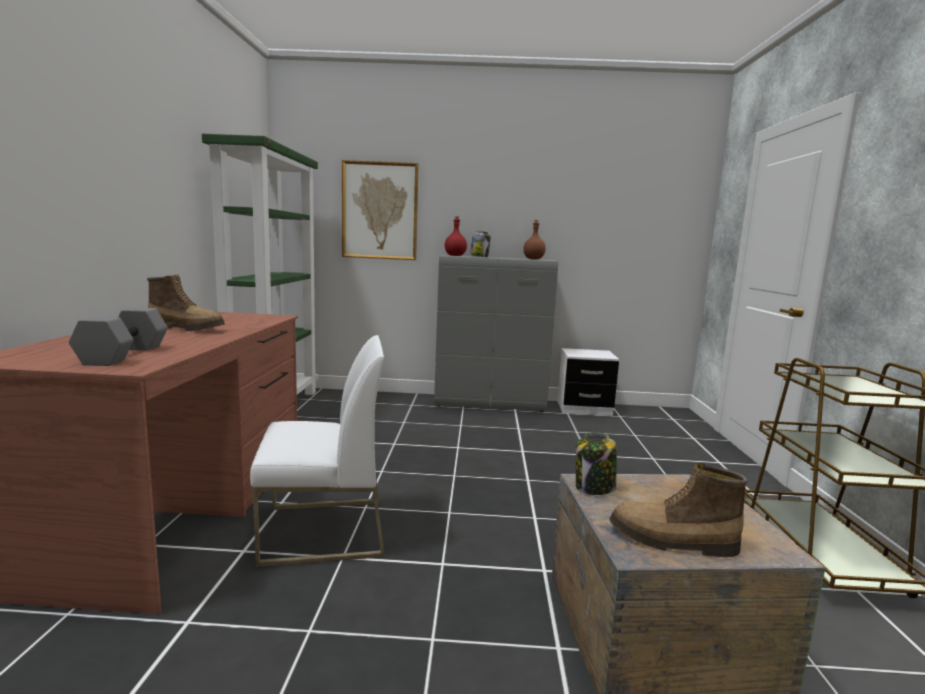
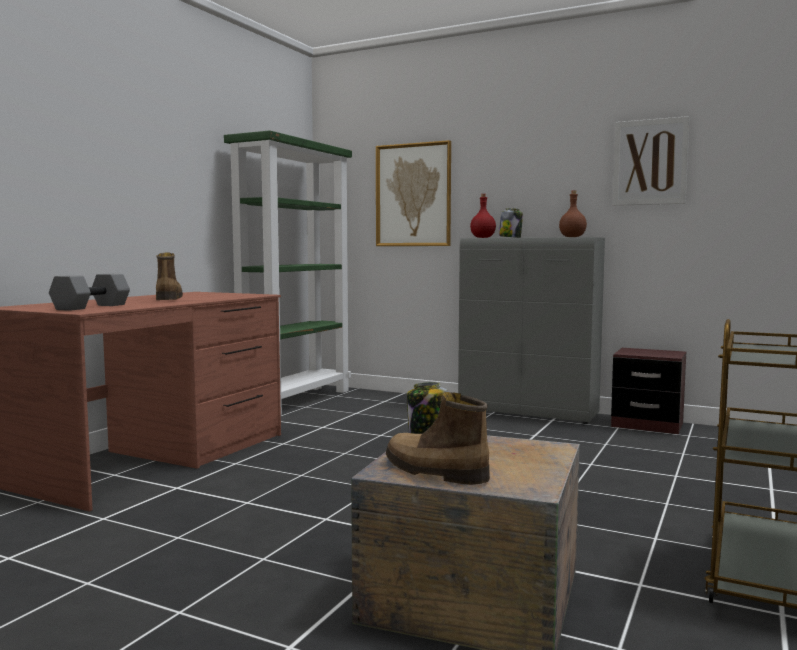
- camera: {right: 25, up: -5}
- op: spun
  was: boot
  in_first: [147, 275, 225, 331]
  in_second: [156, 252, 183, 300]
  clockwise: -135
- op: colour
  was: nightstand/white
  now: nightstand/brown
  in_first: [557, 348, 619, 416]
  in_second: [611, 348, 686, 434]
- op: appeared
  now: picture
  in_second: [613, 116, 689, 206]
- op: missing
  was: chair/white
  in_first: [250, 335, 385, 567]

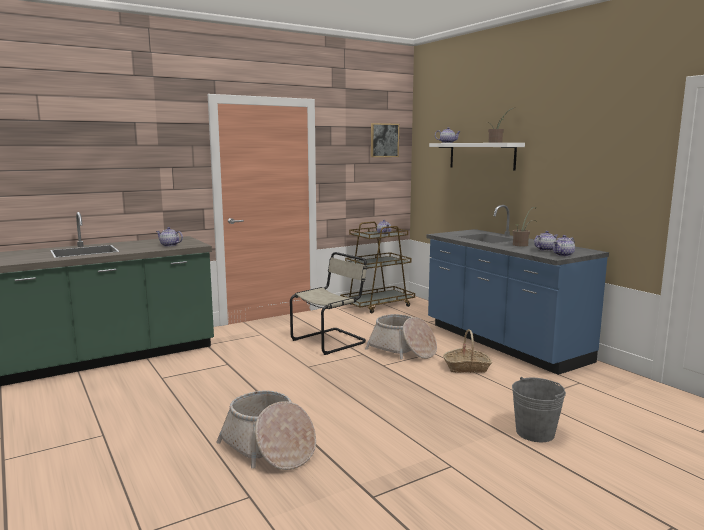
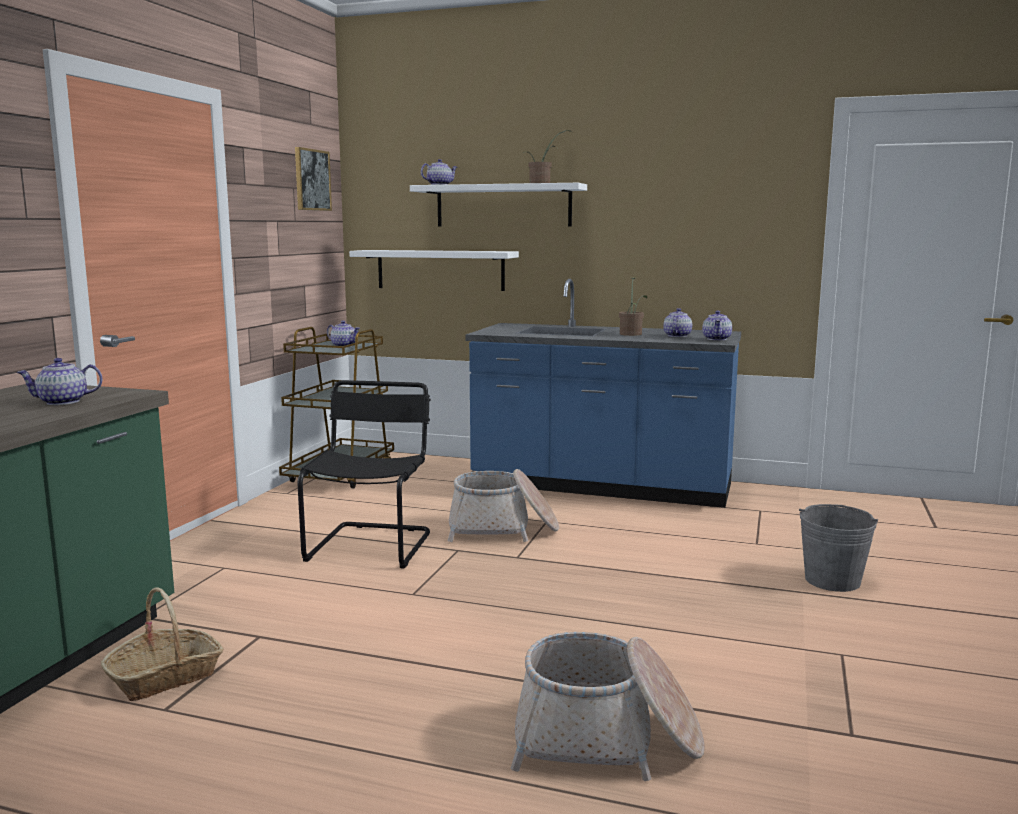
- camera: {right: -40, up: 0}
- op: relocated
  was: basket
  in_first: [443, 329, 492, 373]
  in_second: [101, 587, 224, 701]
- op: colour
  was: chair/beige
  now: chair/black
  in_first: [290, 252, 367, 355]
  in_second: [298, 380, 431, 568]
- op: appeared
  now: shelf/white
  in_second: [349, 250, 519, 291]

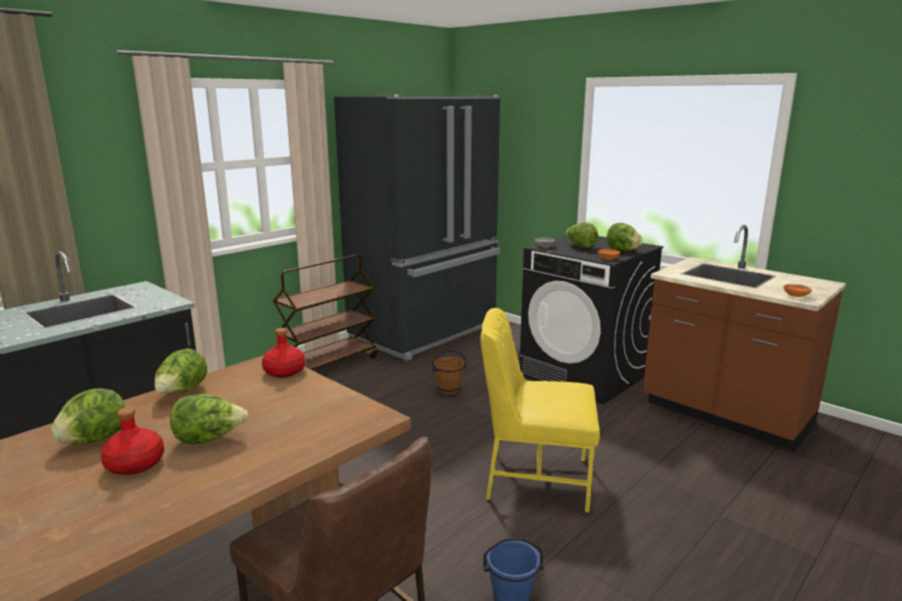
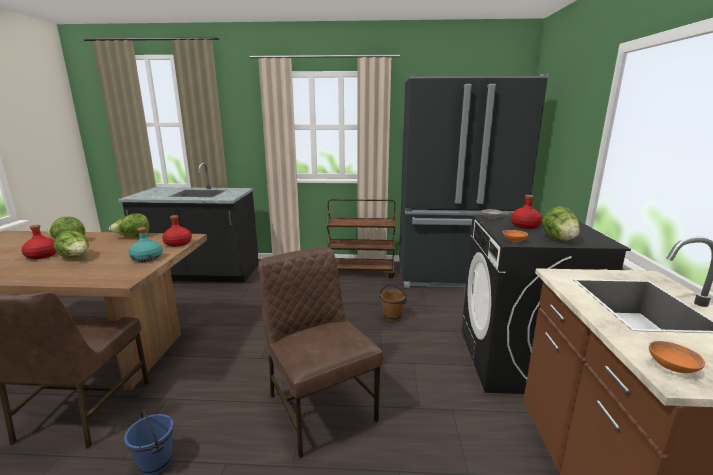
- camera: {right: 50, up: 0}
- op: appeared
  now: bottle/turquoise
  in_second: [129, 227, 163, 262]
- op: colour
  was: chair/yellow
  now: chair/brown
  in_first: [480, 308, 600, 513]
  in_second: [259, 247, 383, 458]
- op: exchanged
  was: lettuce
  now: bottle/red
  in_first: [566, 222, 598, 248]
  in_second: [511, 195, 542, 229]

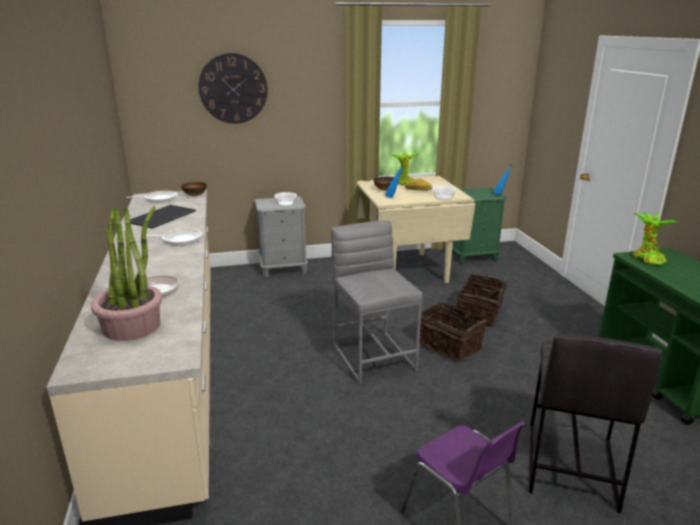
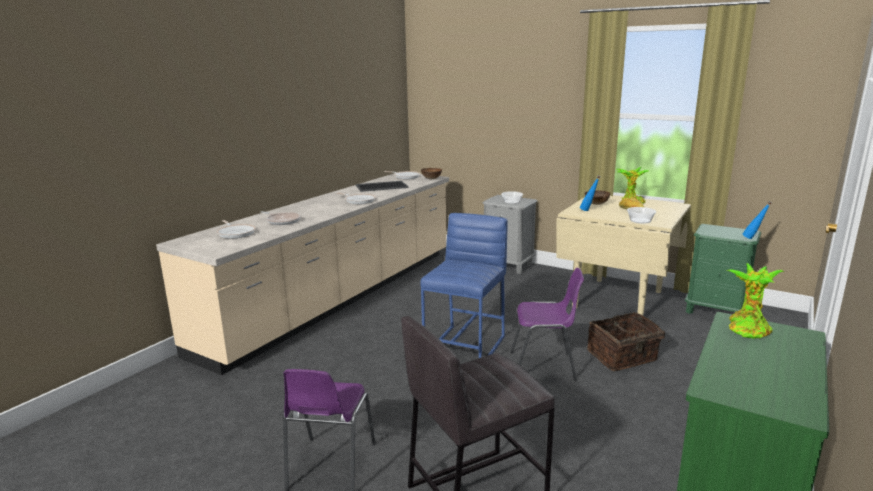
- camera: {right: 45, up: -5}
- op: exchanged
  was: potted plant
  now: frying pan
  in_first: [91, 206, 162, 341]
  in_second: [217, 220, 256, 239]
- op: colour
  was: stool/grey
  now: stool/blue
  in_first: [331, 221, 423, 385]
  in_second: [420, 213, 508, 358]
- op: exchanged
  was: basket
  now: chair/purple
  in_first: [419, 303, 487, 361]
  in_second: [510, 268, 584, 381]
- op: missing
  was: wall clock
  in_first: [198, 53, 268, 124]

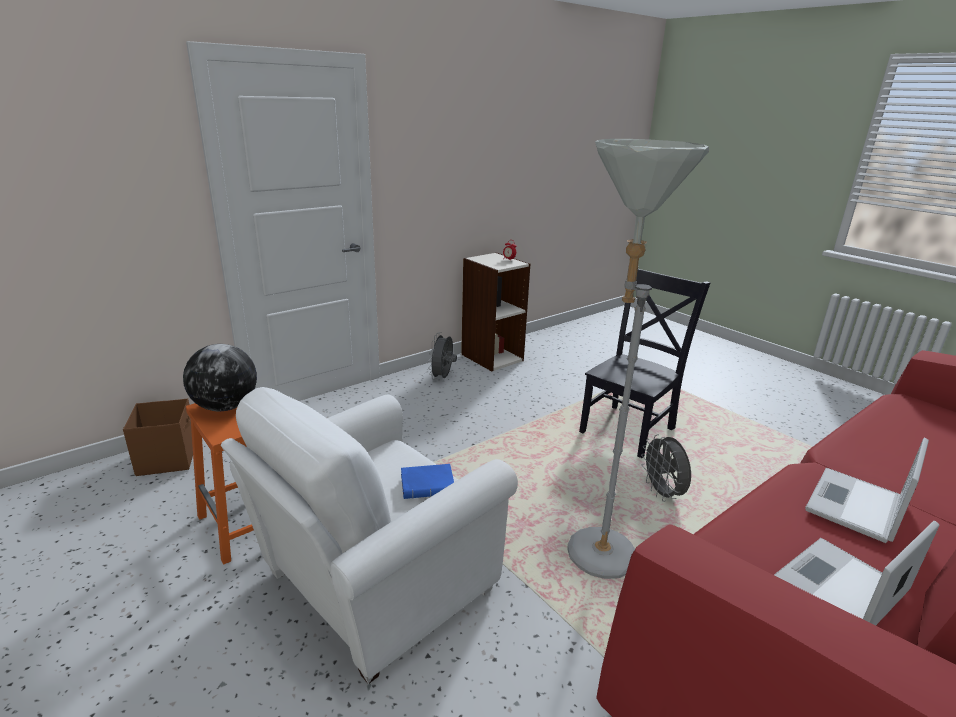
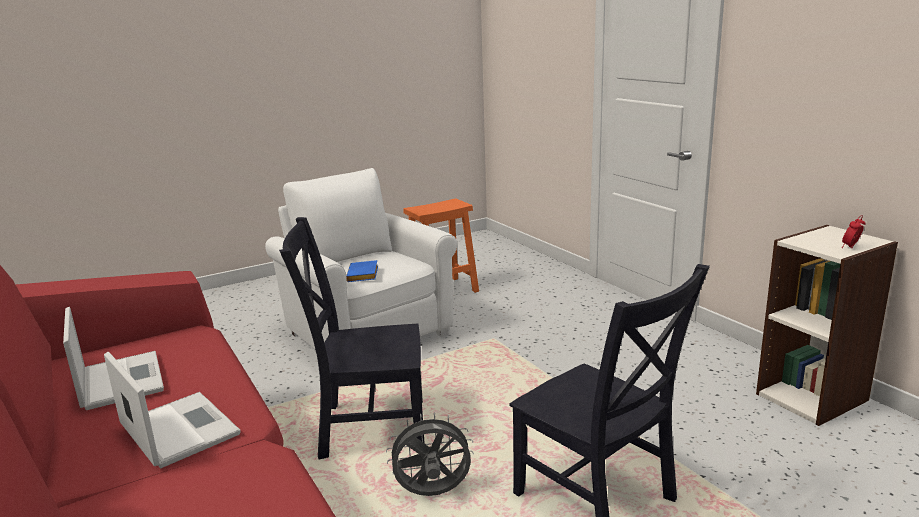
- camera: {right: 100, up: -5}
- op: exchanged
  was: floor lamp/grey
  now: chair/black
  in_first: [567, 139, 709, 579]
  in_second: [279, 217, 425, 459]
- op: missing
  was: storage box/brown
  in_first: [123, 398, 193, 476]
- op: missing
  was: globe
  in_first: [183, 344, 257, 411]
- op: missing
  was: fan/grey
  in_first: [428, 332, 457, 380]

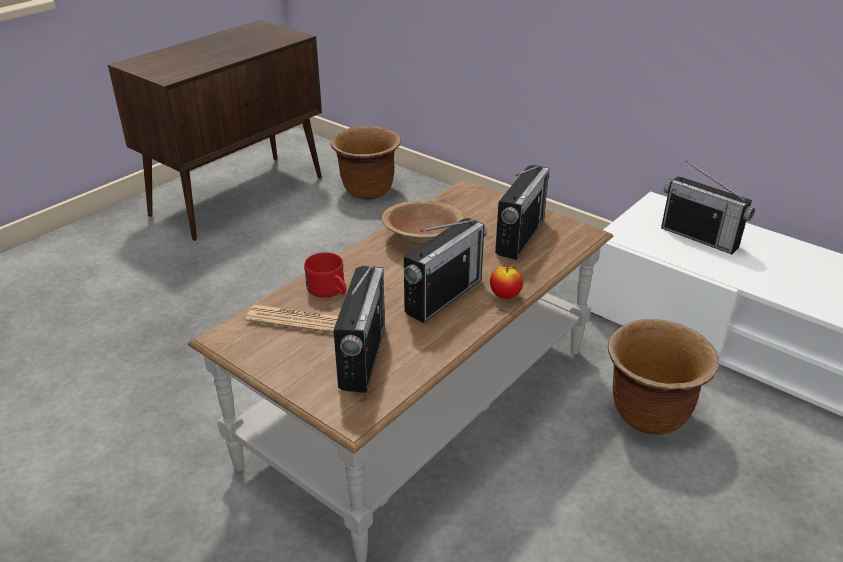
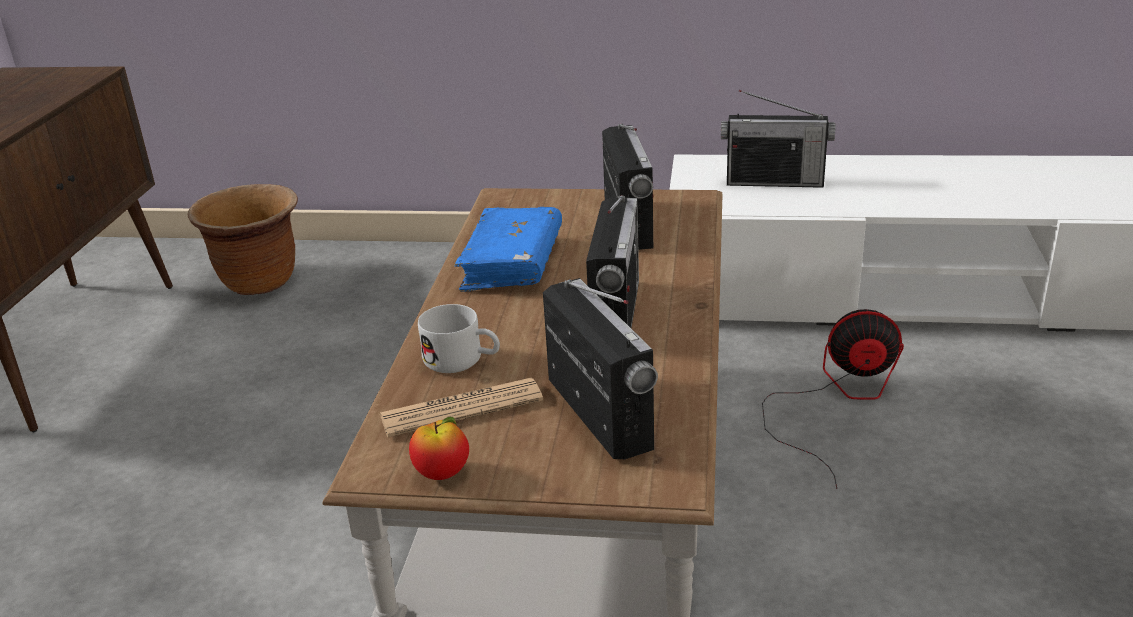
- camera: {right: -30, up: -5}
- op: relocated
  was: apple
  in_first: [490, 266, 523, 299]
  in_second: [409, 417, 469, 480]
- op: colour
  was: mug/red
  now: mug/white
  in_first: [304, 252, 346, 298]
  in_second: [418, 304, 500, 373]
- op: exchanged
  was: bowl/brown
  now: book/blue
  in_first: [382, 200, 465, 246]
  in_second: [455, 207, 562, 292]
- op: exchanged
  was: planter/brown
  now: fan
  in_first: [608, 319, 719, 435]
  in_second: [762, 309, 904, 489]

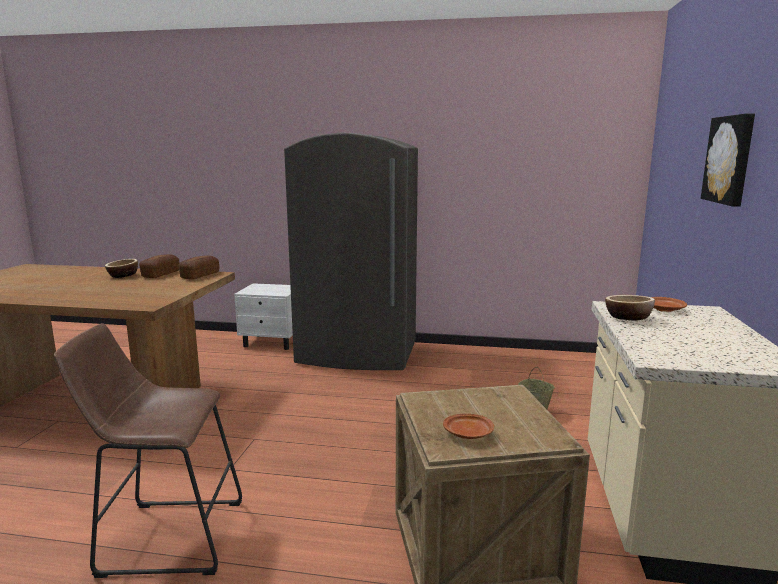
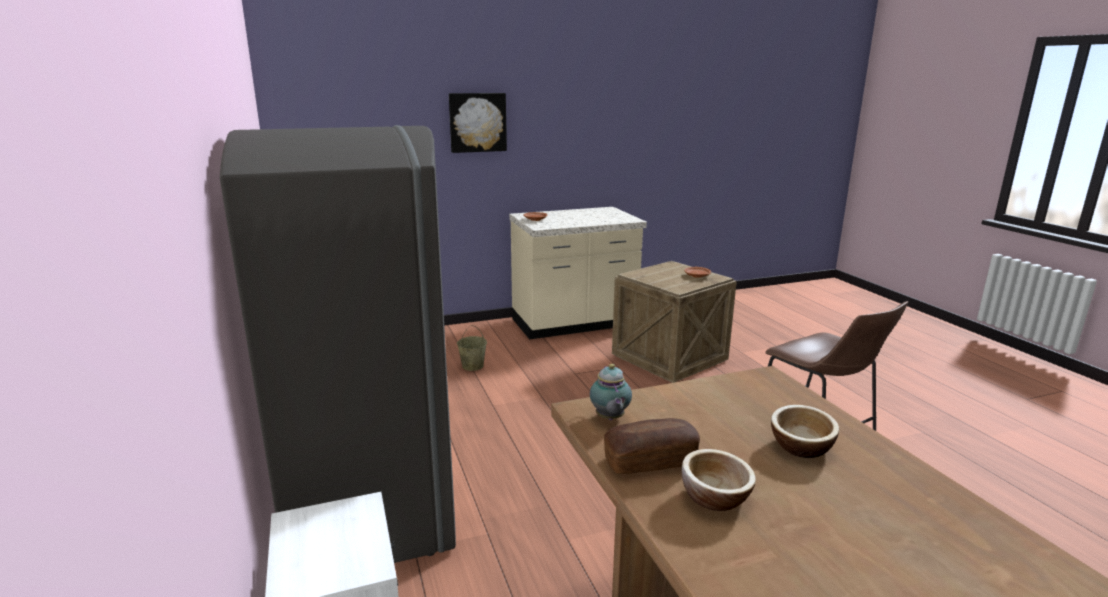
- camera: {right: -120, up: 5}
- op: exchanged
  was: bread
  now: teapot
  in_first: [178, 255, 219, 279]
  in_second: [590, 364, 632, 420]
- op: relocated
  was: bowl
  in_first: [605, 295, 655, 321]
  in_second: [771, 405, 839, 458]

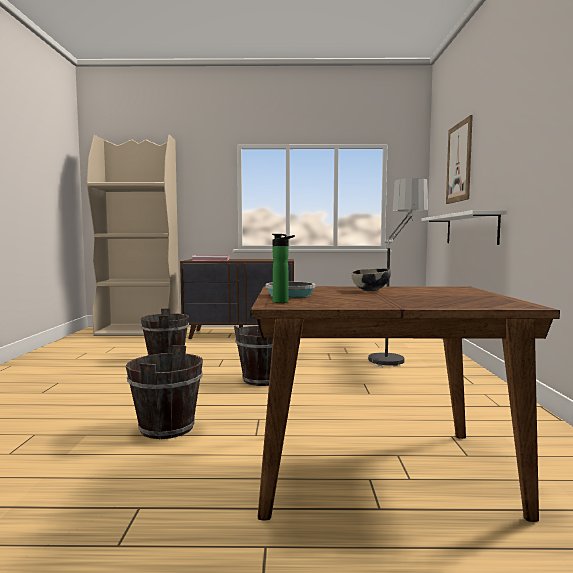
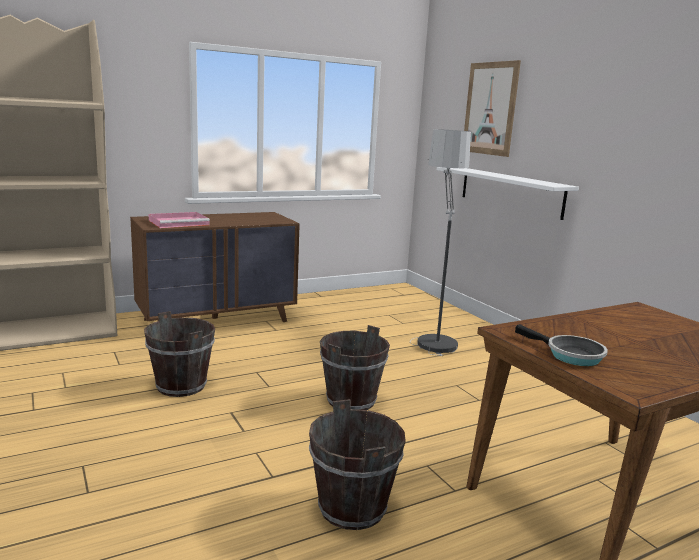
- camera: {right: -30, up: 10}
- op: missing
  was: bottle
  in_first: [272, 234, 295, 303]
- op: missing
  was: bowl
  in_first: [351, 268, 391, 291]

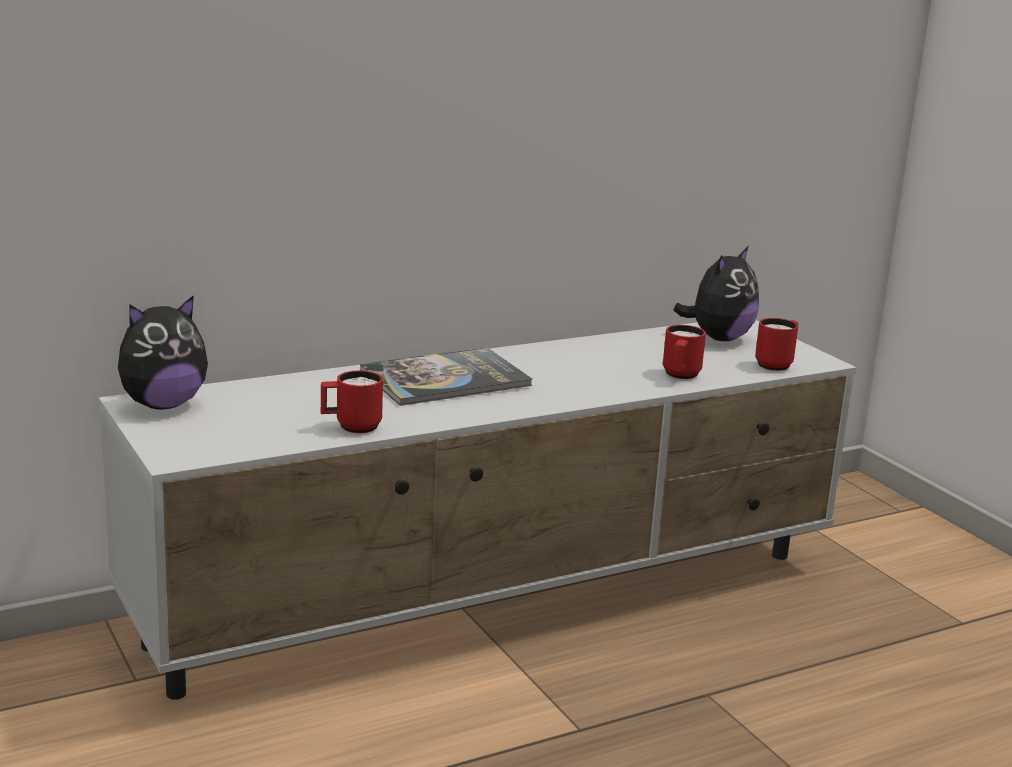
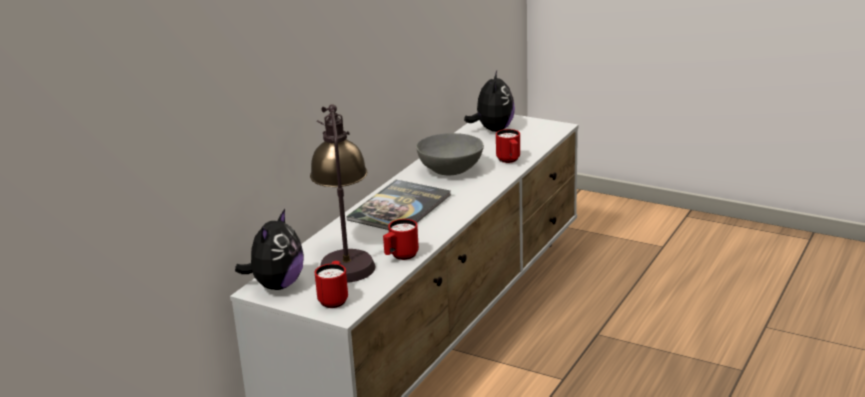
- camera: {right: -30, up: 5}
- op: appeared
  now: table lamp
  in_second: [310, 104, 376, 283]
- op: relocated
  was: mug/red
  in_first: [755, 318, 798, 371]
  in_second: [315, 261, 348, 308]
- op: appeared
  now: bowl/grey
  in_second: [416, 133, 484, 175]

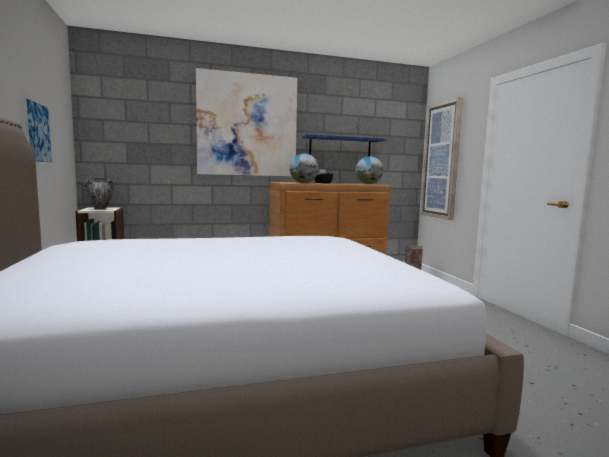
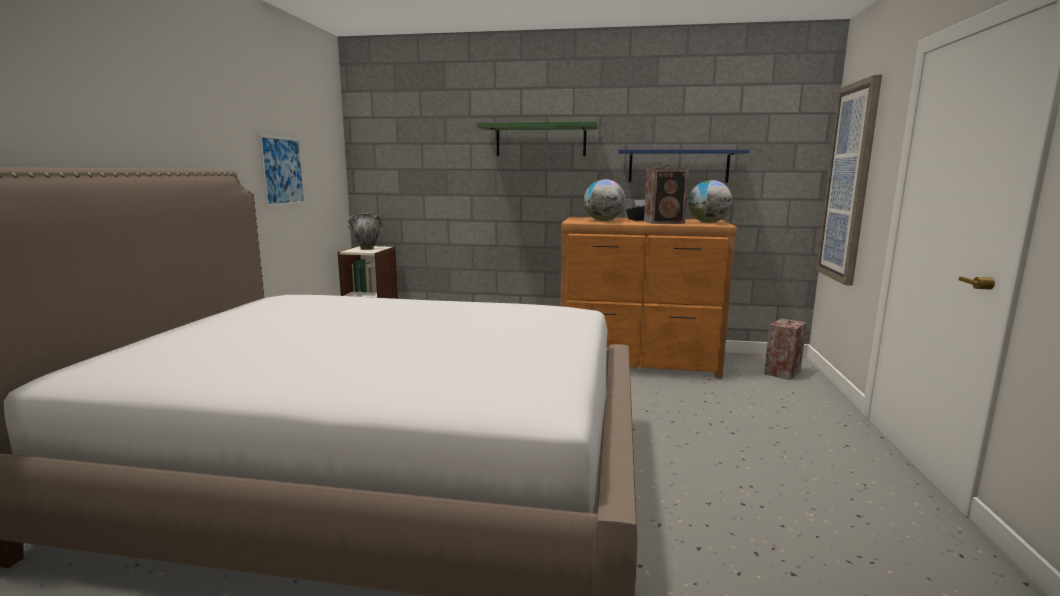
- camera: {right: 25, up: 5}
- op: exchanged
  was: picture
  now: shelf/green
  in_first: [196, 68, 298, 176]
  in_second: [477, 121, 598, 156]
- op: appeared
  now: speaker
  in_second: [644, 165, 689, 224]

